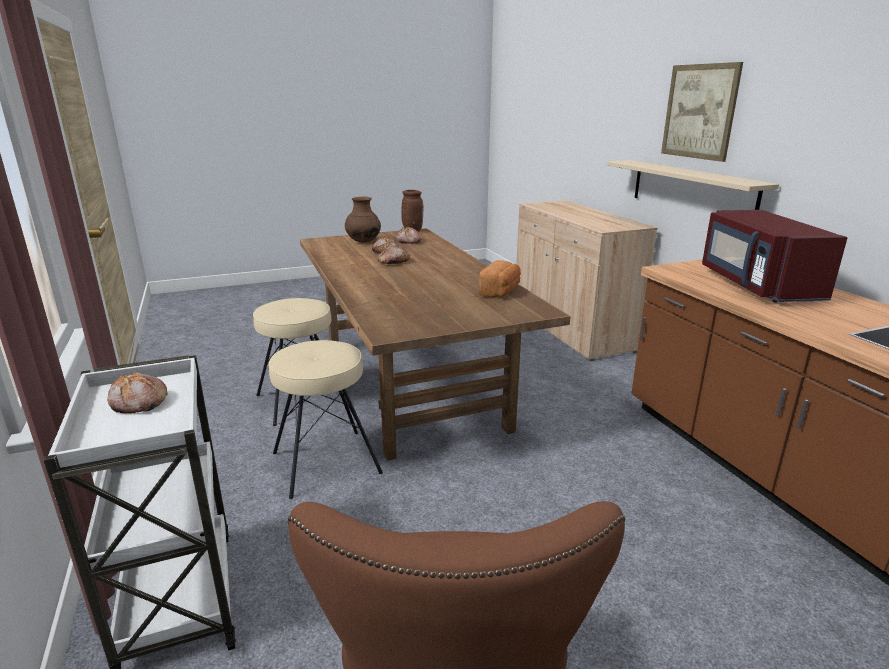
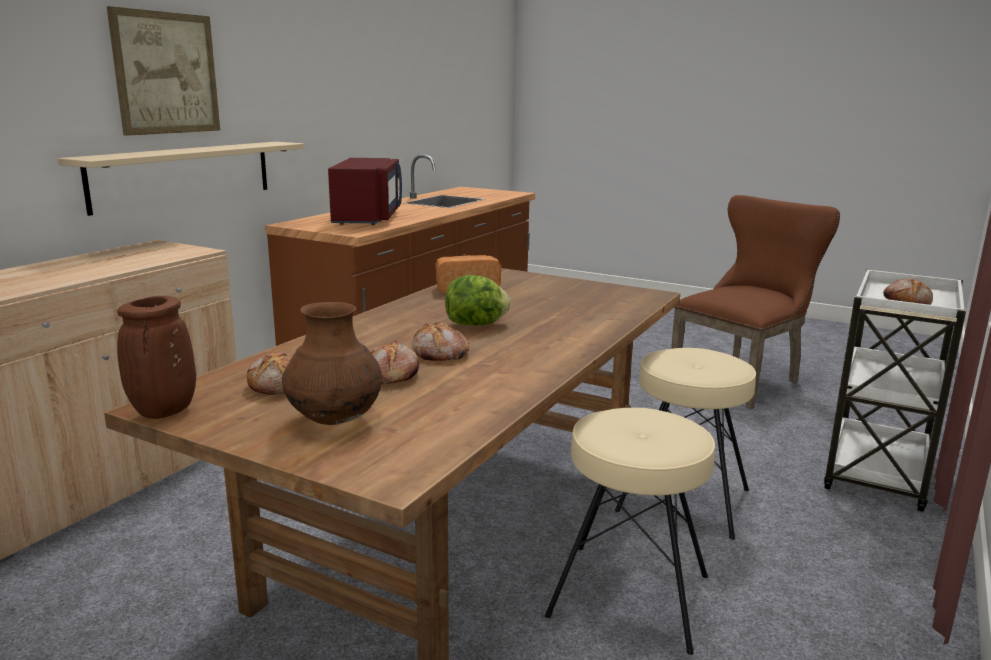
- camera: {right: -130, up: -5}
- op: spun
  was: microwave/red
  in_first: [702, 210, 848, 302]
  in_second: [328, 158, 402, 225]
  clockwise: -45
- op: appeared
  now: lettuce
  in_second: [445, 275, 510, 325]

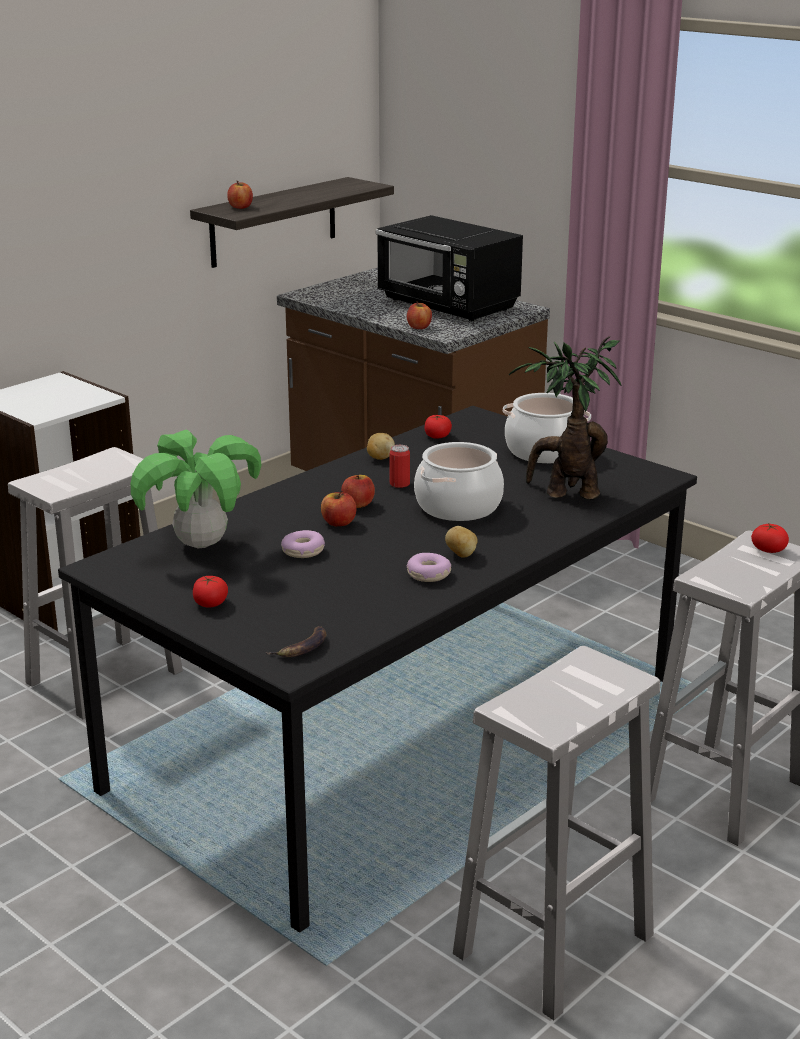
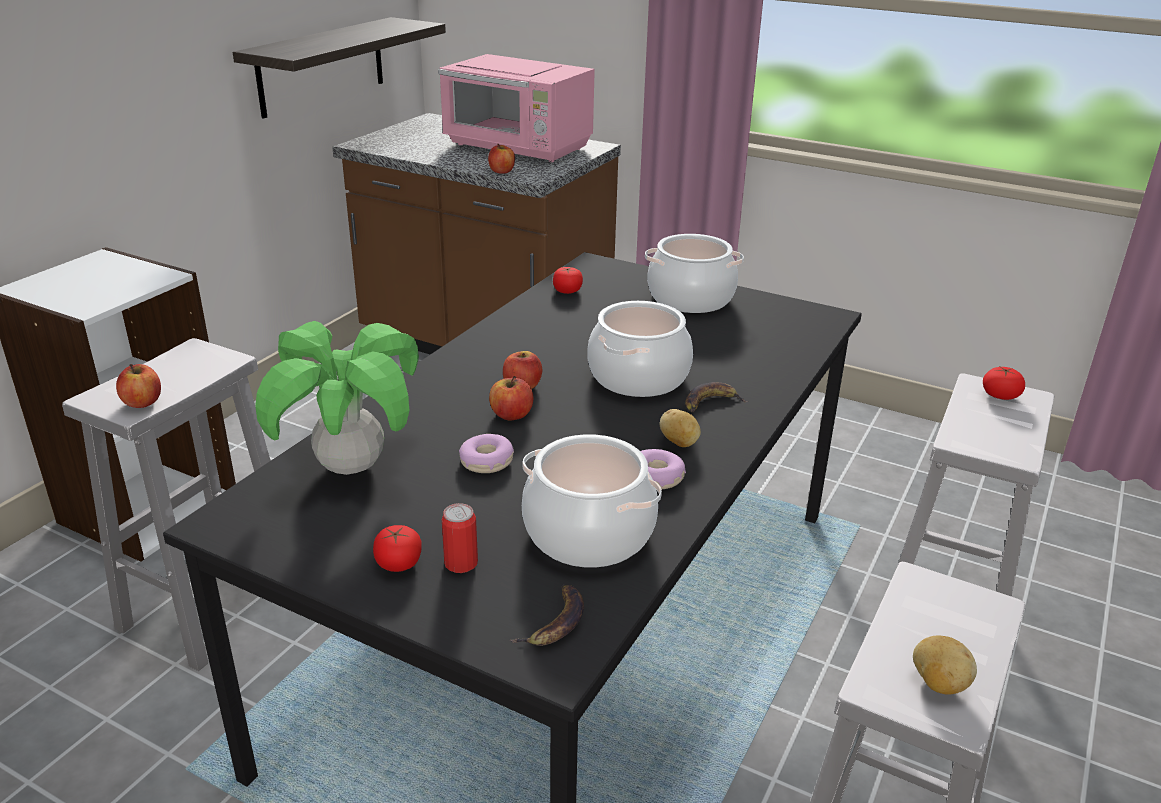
- camera: {right: -15, up: 5}
- op: relocated
  was: apple
  in_first: [227, 181, 253, 209]
  in_second: [116, 364, 161, 408]
- op: colour
  was: microwave/black
  now: microwave/pink
  in_first: [376, 215, 523, 321]
  in_second: [438, 54, 595, 162]
- op: relocated
  was: can
  in_first: [390, 445, 410, 488]
  in_second: [442, 503, 478, 573]
- op: appeared
  now: cooking pot
  in_second: [522, 434, 662, 568]
- op: appeared
  now: banana
  in_second: [685, 382, 748, 412]
- op: relocated
  was: potato
  in_first: [367, 433, 395, 460]
  in_second: [913, 636, 977, 695]
- op: missing
  was: potted plant
  in_first: [509, 336, 622, 500]

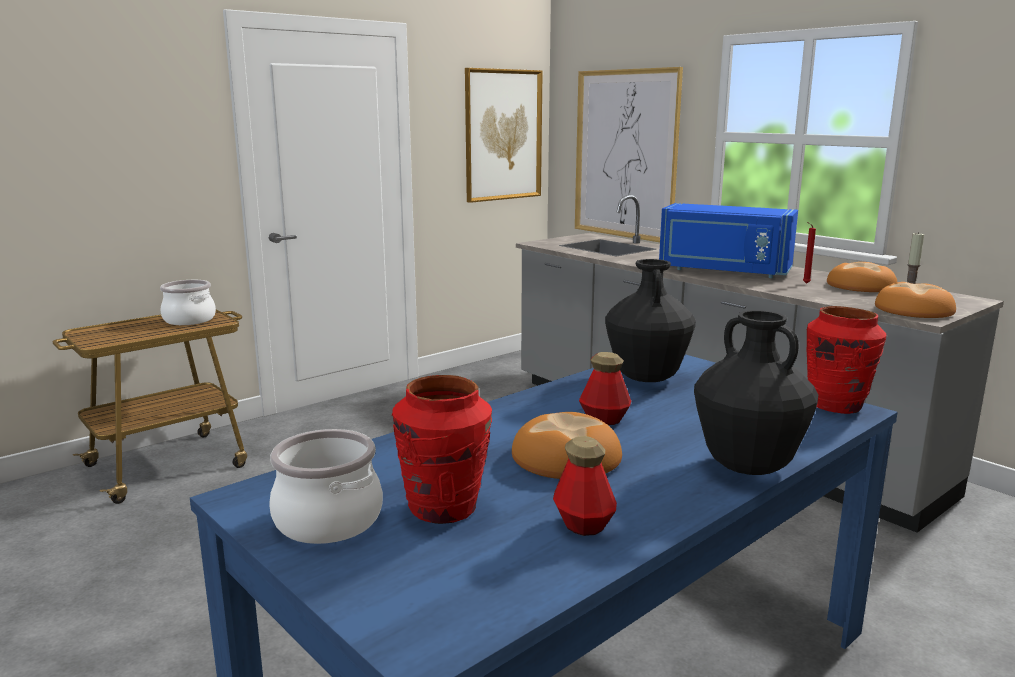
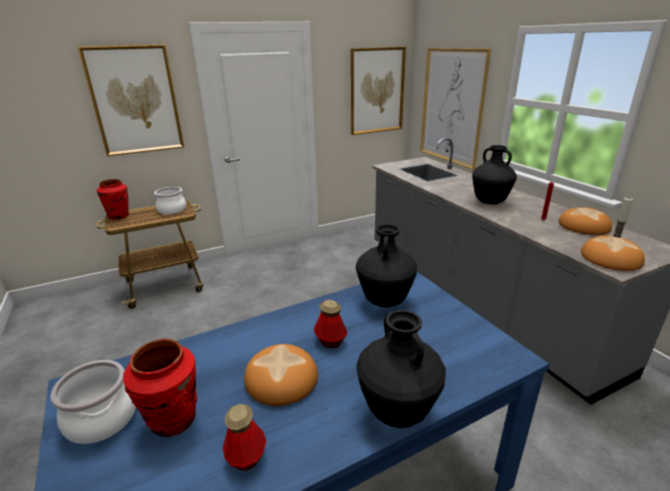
- camera: {right: 15, up: 10}
- op: appeared
  now: picture
  in_second: [78, 45, 184, 156]
- op: relocated
  was: vase/red
  in_first: [806, 306, 886, 414]
  in_second: [97, 179, 129, 219]
- op: exchanged
  was: microwave/blue
  now: vase/black
  in_first: [659, 203, 798, 278]
  in_second: [472, 145, 517, 204]

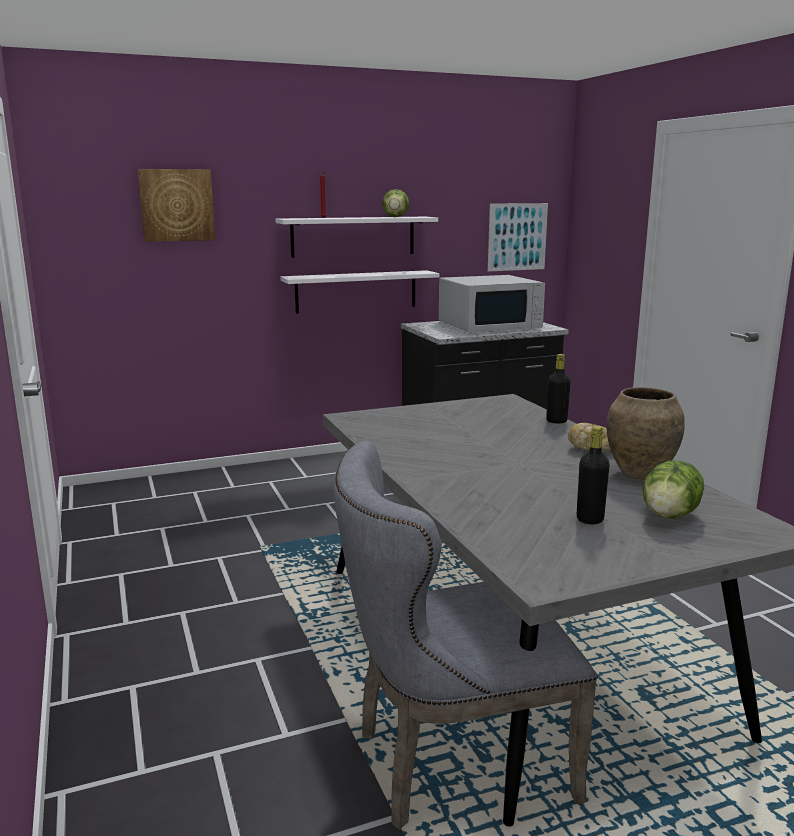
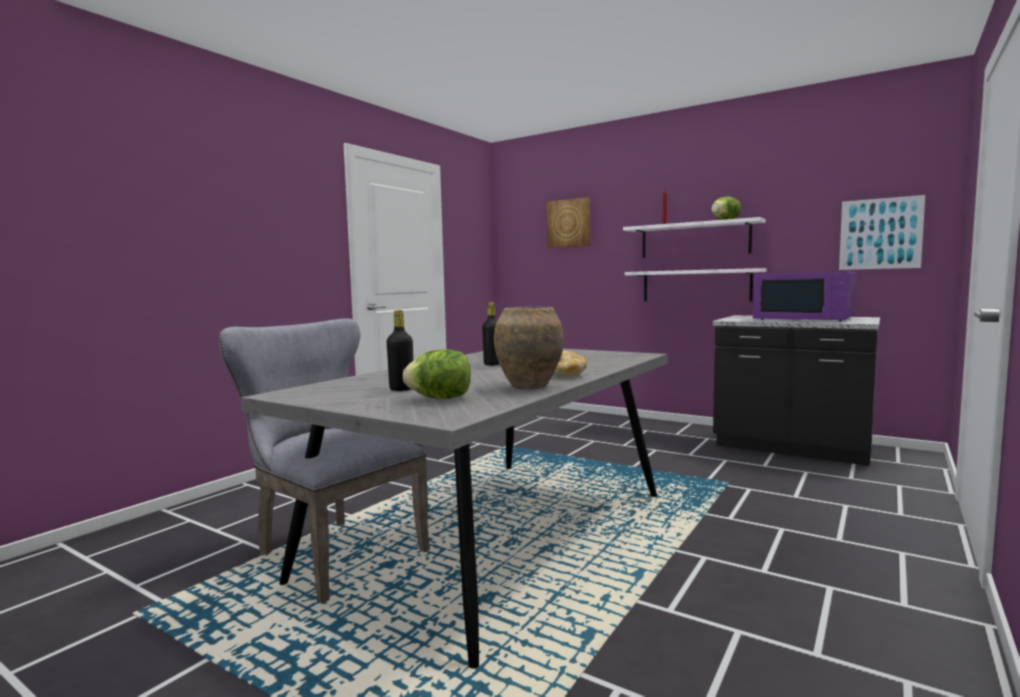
- camera: {right: 55, up: -10}
- op: relocated
  was: bottle/black
  in_first: [546, 354, 571, 423]
  in_second: [482, 302, 500, 365]
- op: colour
  was: microwave/white
  now: microwave/purple
  in_first: [439, 275, 545, 332]
  in_second: [753, 272, 856, 322]

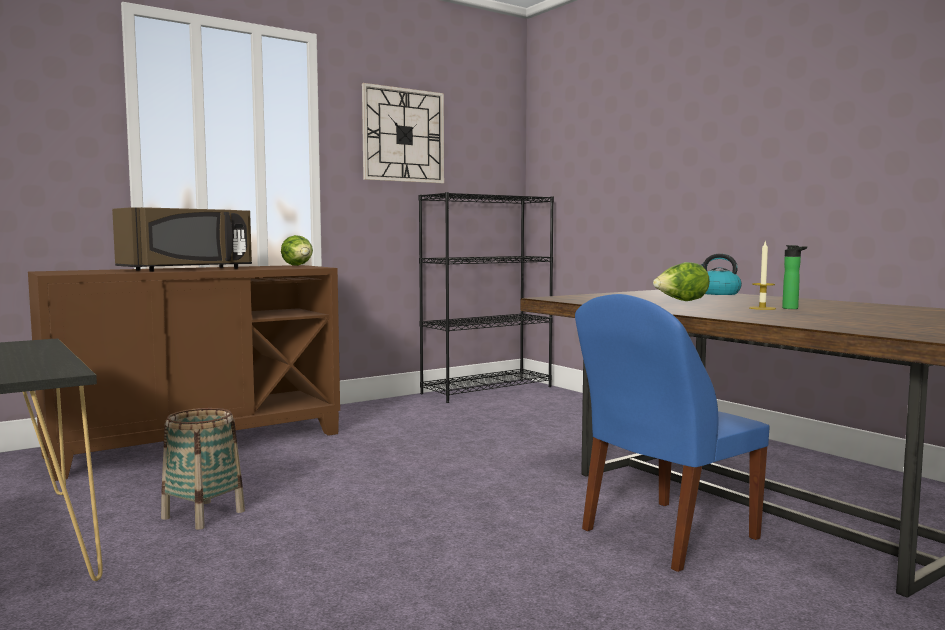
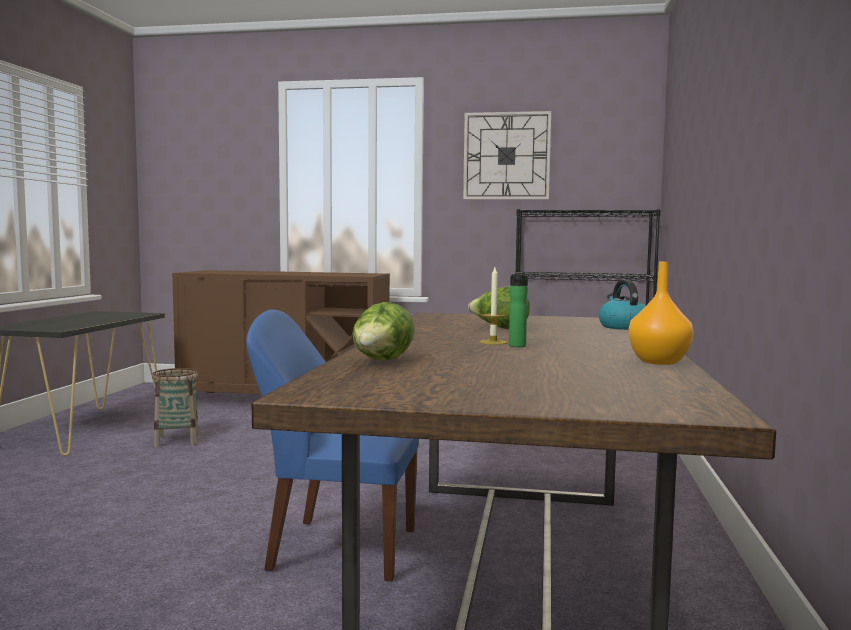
- camera: {right: 45, up: 0}
- op: relocated
  was: lettuce
  in_first: [281, 235, 313, 266]
  in_second: [352, 302, 415, 361]
- op: appeared
  now: vase/orange
  in_second: [628, 262, 693, 365]
- op: missing
  was: microwave/brown
  in_first: [112, 207, 252, 272]

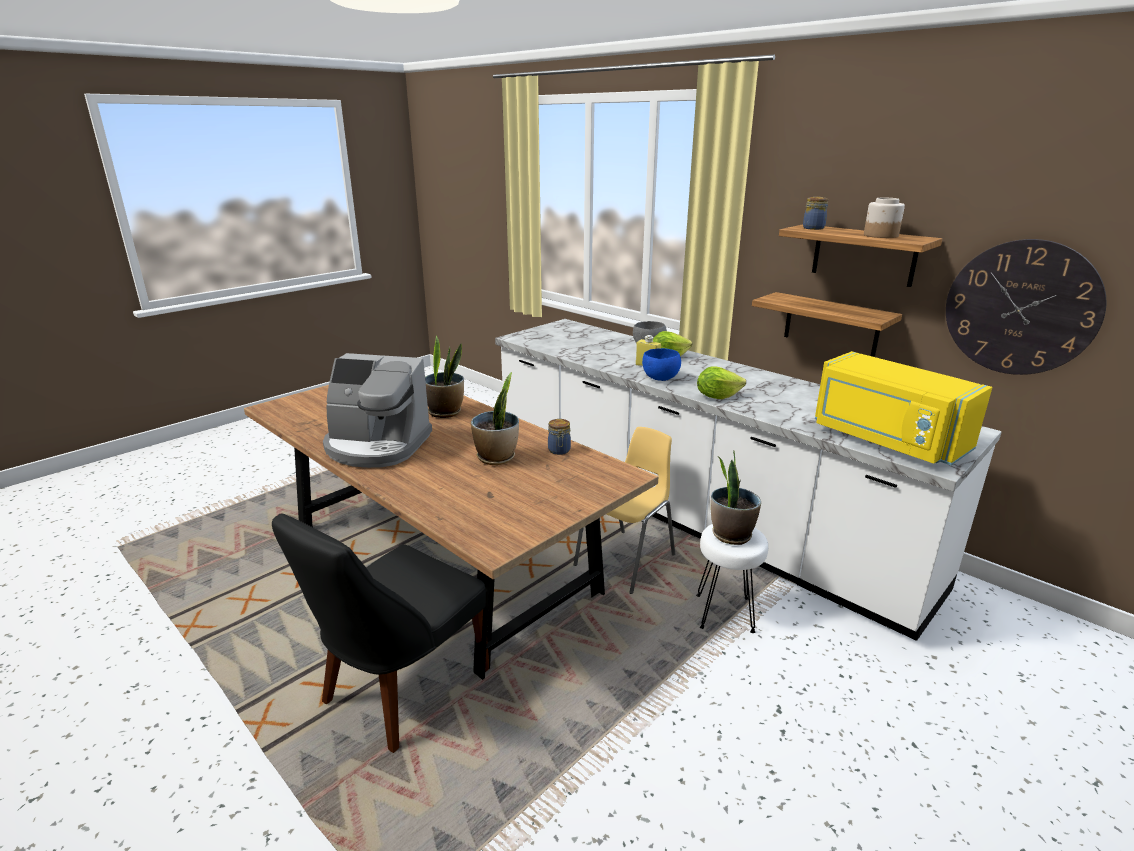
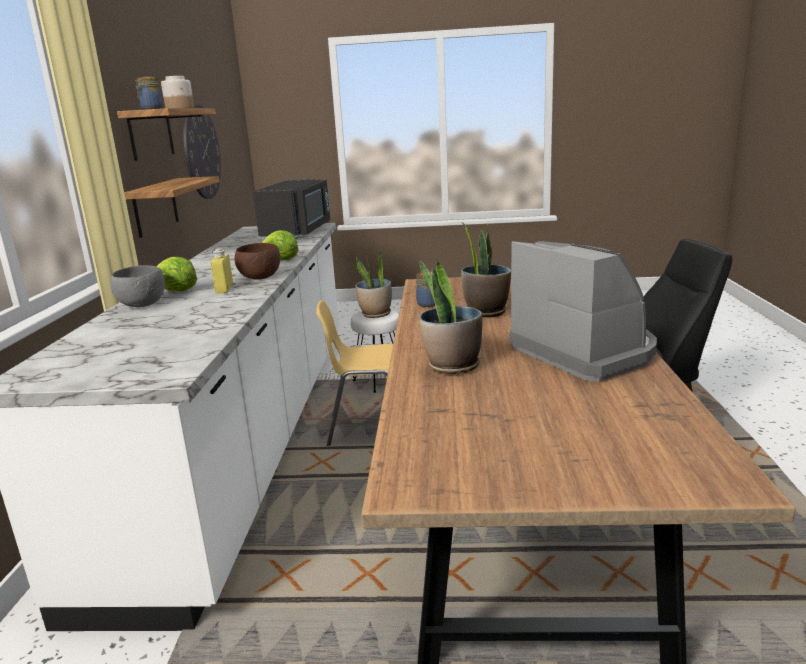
- camera: {right: -130, up: -5}
- op: colour
  was: bowl/blue
  now: bowl/brown
  in_first: [642, 348, 681, 381]
  in_second: [235, 243, 280, 280]
- op: colour
  was: microwave/yellow
  now: microwave/black
  in_first: [815, 351, 992, 465]
  in_second: [253, 179, 330, 239]

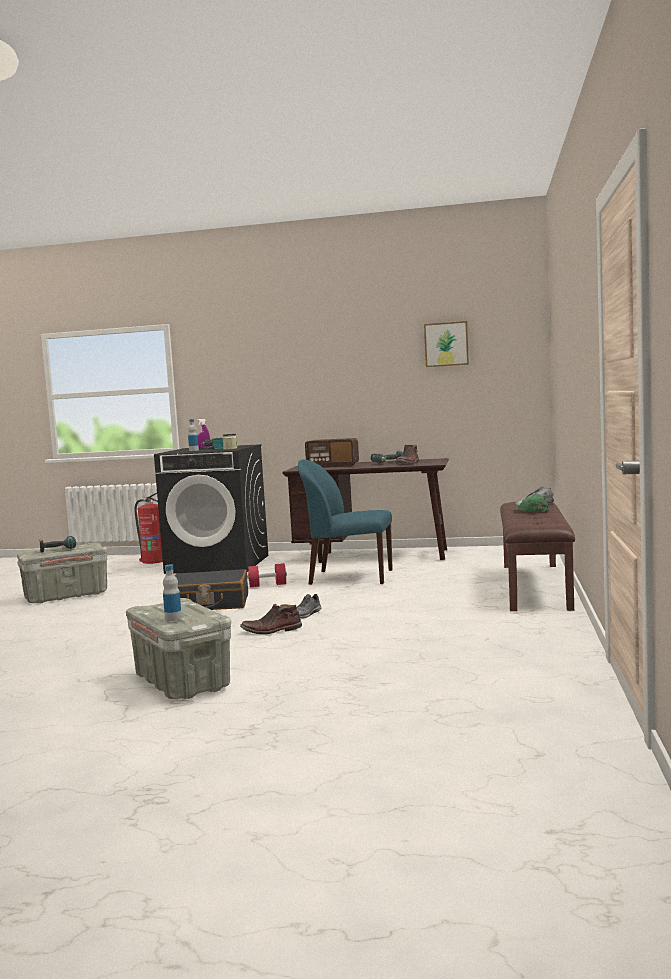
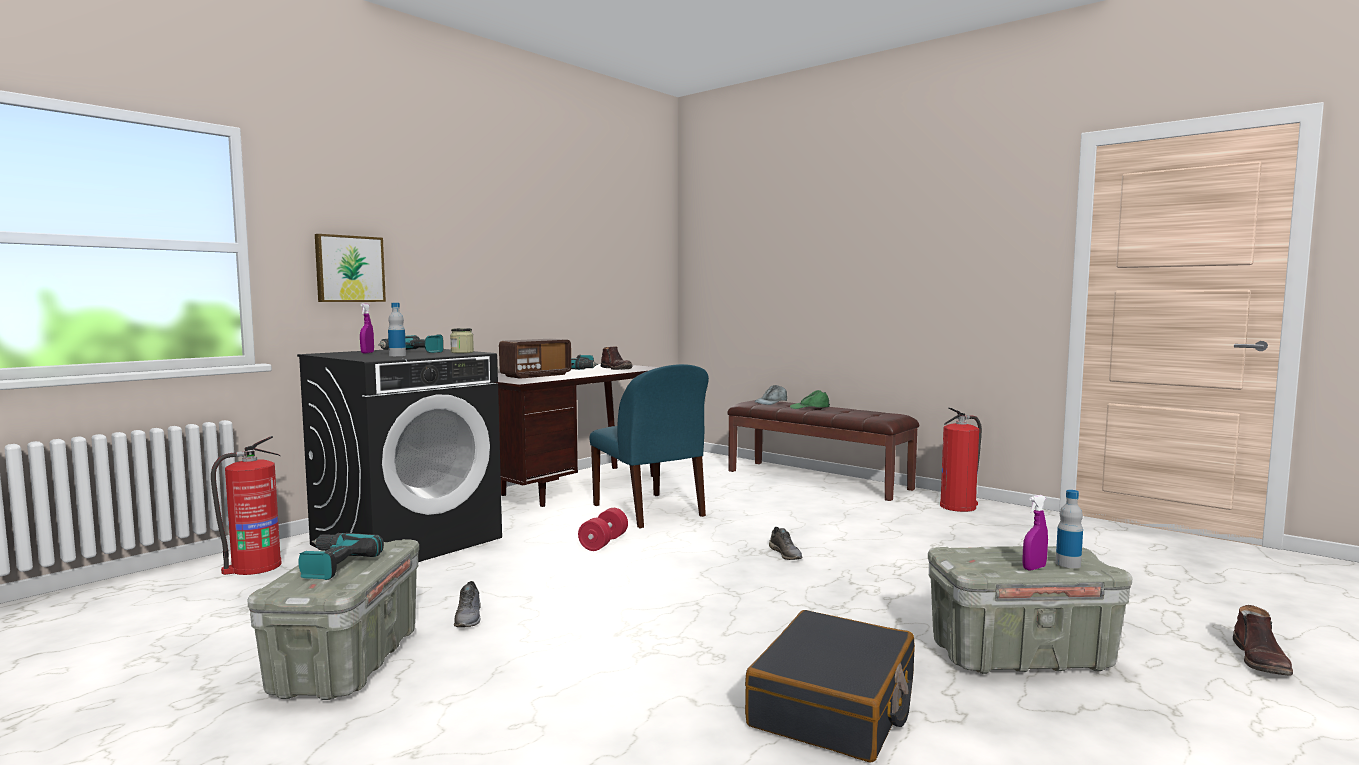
- camera: {right: -60, up: 0}
- op: relocated
  was: picture
  in_first: [424, 321, 469, 367]
  in_second: [315, 234, 386, 302]
- op: appeared
  now: shoe/grey
  in_second: [454, 581, 481, 627]
- op: spun
  was: chair/blue
  in_first: [298, 459, 393, 585]
  in_second: [589, 364, 709, 528]
  clockwise: -75
- op: relocated
  was: suitcase/black
  in_first: [175, 569, 248, 610]
  in_second: [745, 610, 915, 763]
- op: appeared
  now: fire extinguisher
  in_second: [940, 408, 982, 512]
- op: appeared
  now: spray bottle/purple
  in_second: [1023, 495, 1048, 571]
- op: relocated
  was: boot/brown
  in_first: [240, 604, 302, 634]
  in_second: [1233, 605, 1293, 676]

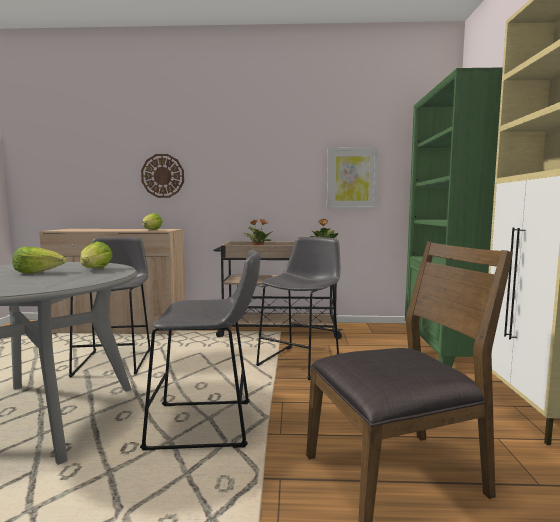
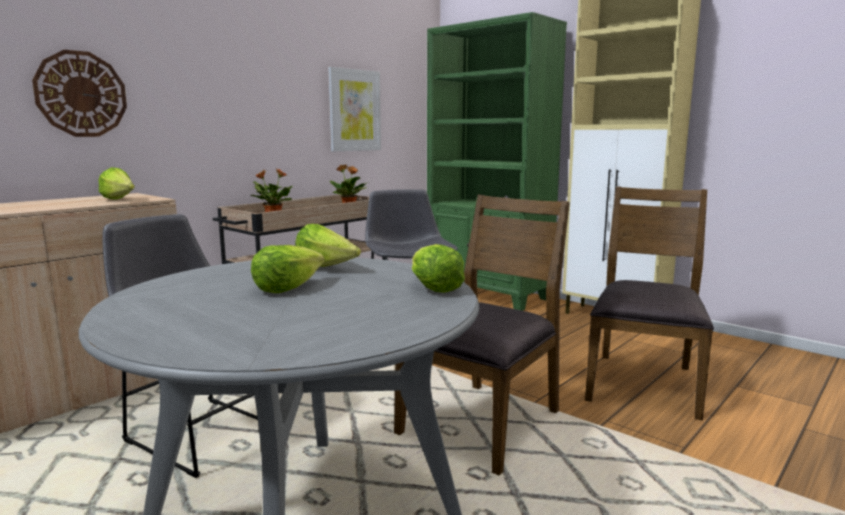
- camera: {right: -50, up: 5}
- op: exchanged
  was: stool/grey
  now: chair/brown
  in_first: [140, 250, 260, 450]
  in_second: [394, 194, 570, 475]
- op: appeared
  now: lettuce
  in_second: [412, 244, 465, 293]

